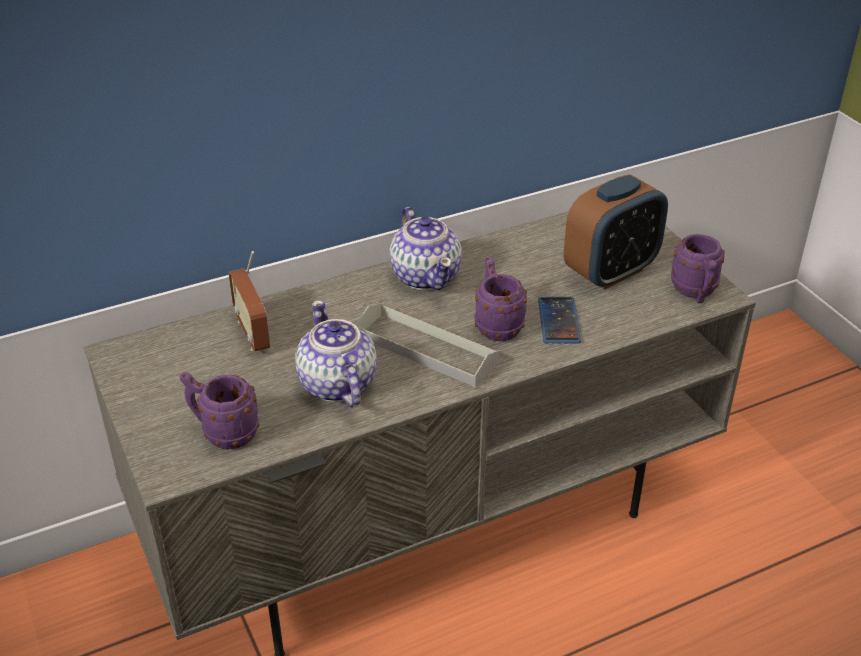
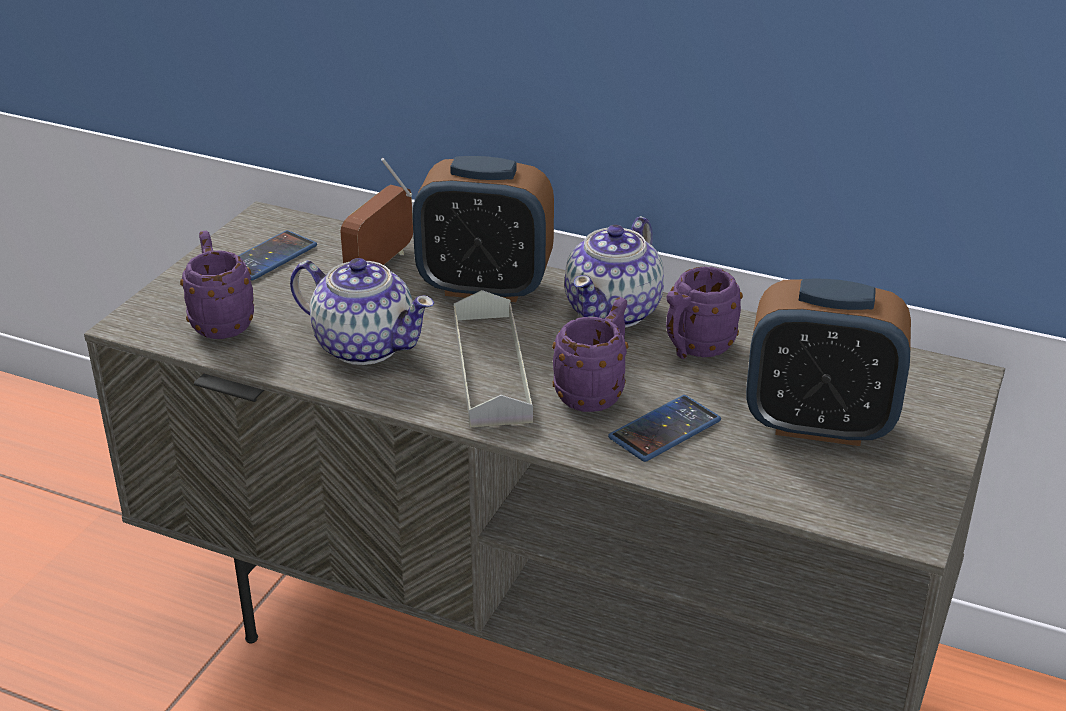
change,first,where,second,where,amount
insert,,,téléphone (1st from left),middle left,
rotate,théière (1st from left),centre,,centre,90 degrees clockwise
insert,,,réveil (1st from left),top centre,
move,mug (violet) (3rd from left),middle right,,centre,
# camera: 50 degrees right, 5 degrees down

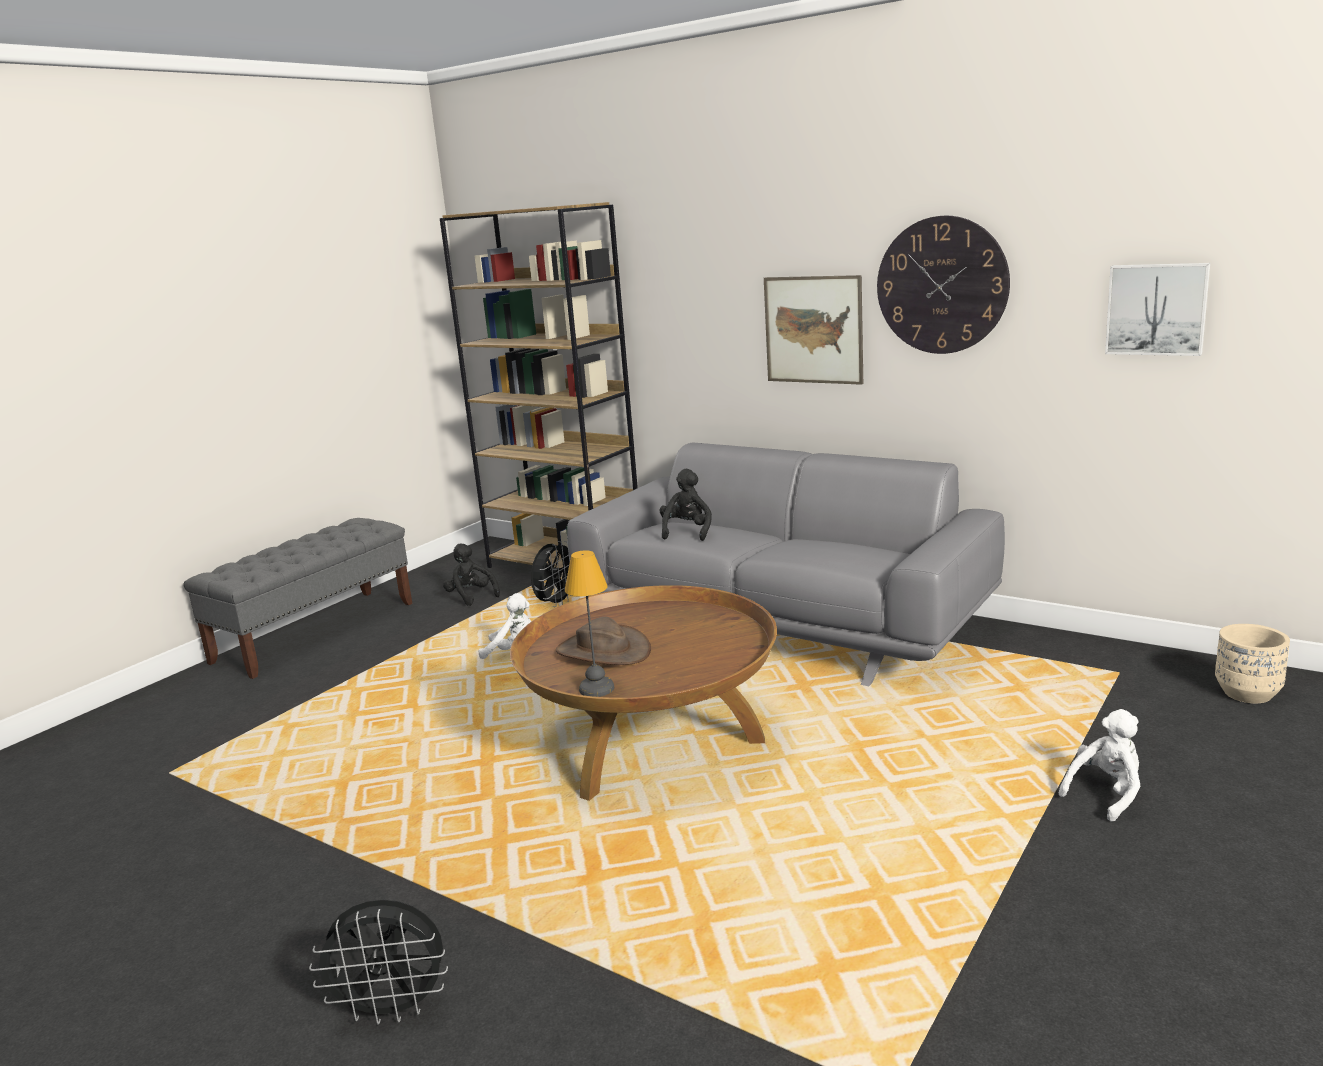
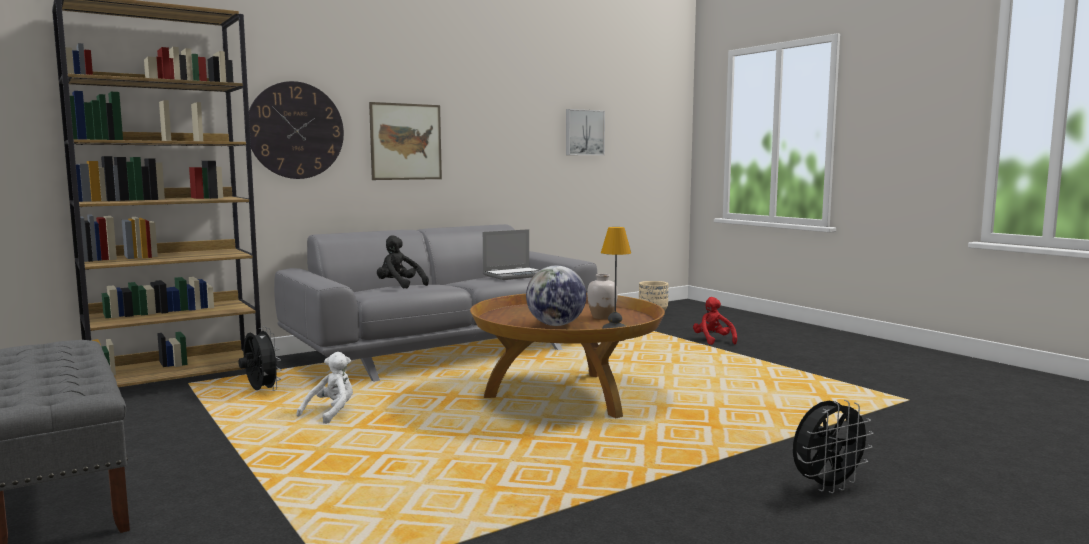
change,first,where,second,where,amount
move,horloge murale,top right,,top left,
insert,,,ordinateur portable,centre,
replace,chapeau (marron),centre,globe,centre,
insert,,,vase (blanc),centre,
recolor,peluche (blanc) (2nd from left),bottom right,peluche (rouge),centre,
rotate,ventilateur (noir) (1st from left in the first image),bottom left,ventilateur (noir) (2nd from left),bottom right,45 degrees clockwise
delete,peluche (noir) (1st from left),centre,,,
# camera: 70 degrees left, 10 degrees down

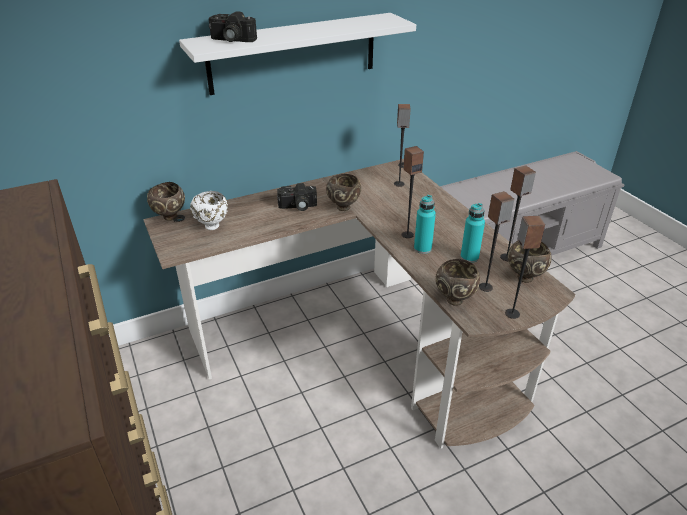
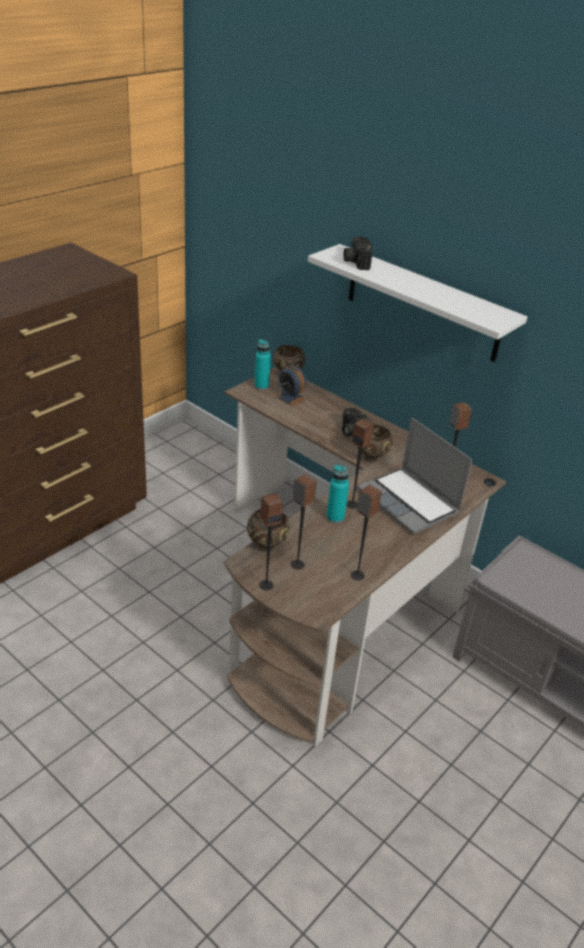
change,first,where,second,where,amount
move,bouteille (turquoise) (2nd from left in the first image),middle right,bouteille (turquoise) (1st from left),centre,
replace,bol (blanc),middle left,réveil,centre,
insert,,,ordinateur portable,middle right,
delete,bol (marron) (4th from left),middle right,,,
# camera: 65 degrees right, 0 degrees up

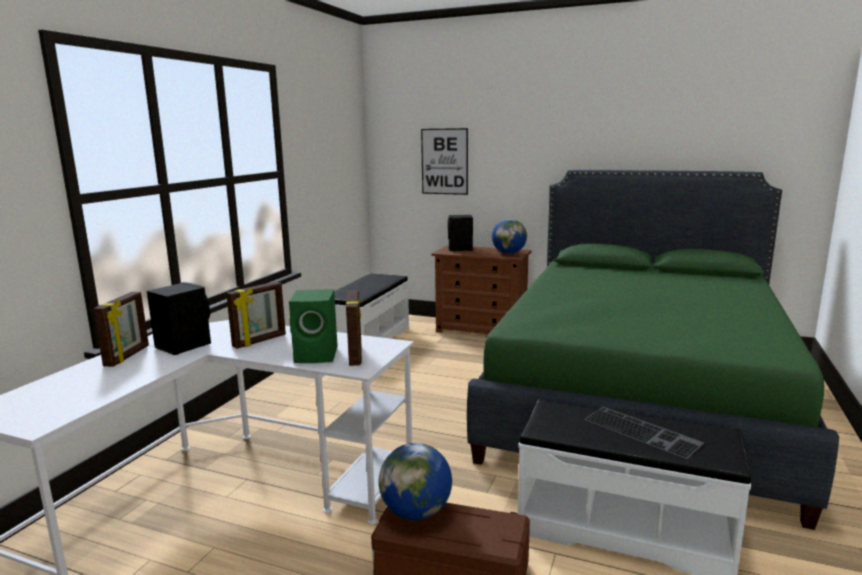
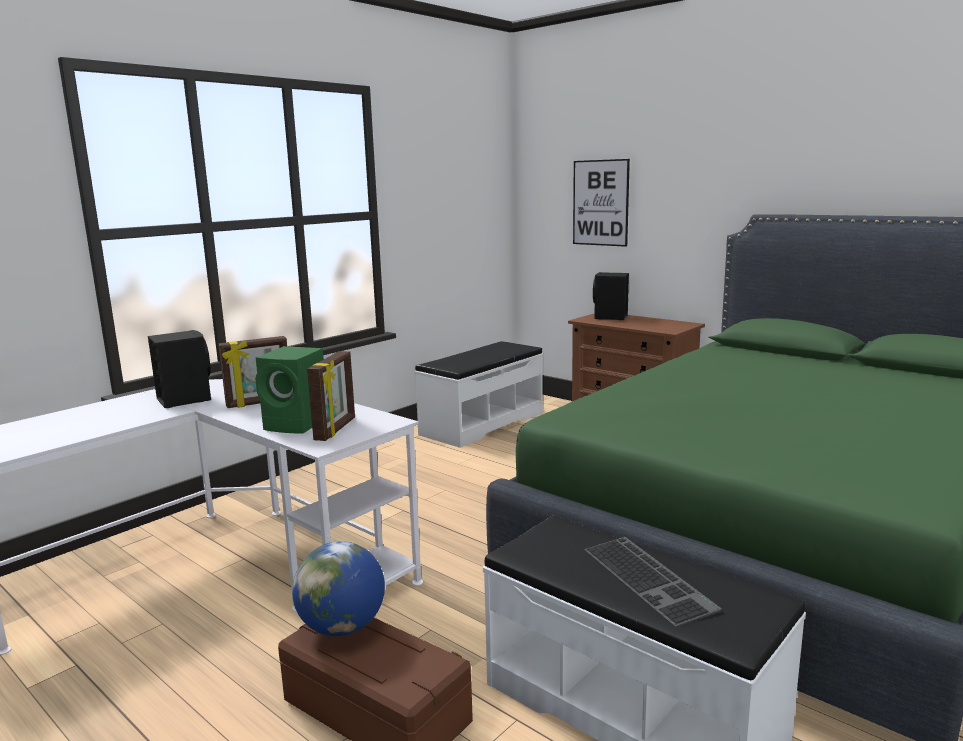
change,first,where,second,where,amount
delete,cadre photo (1st from left),middle left,,,
delete,globe (2nd from left),centre,,,
# camera: 20 degrees right, 0 degrees up

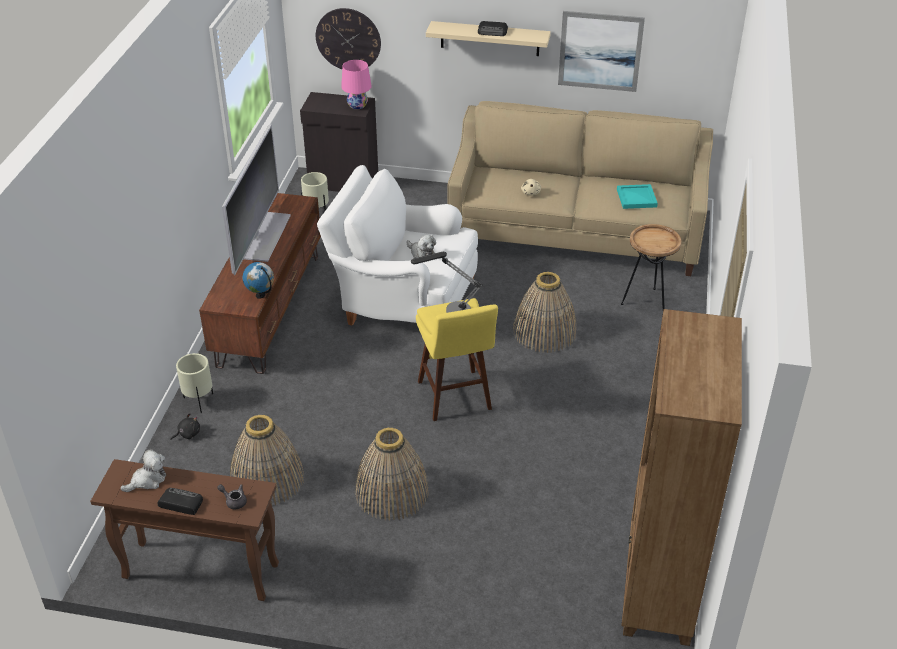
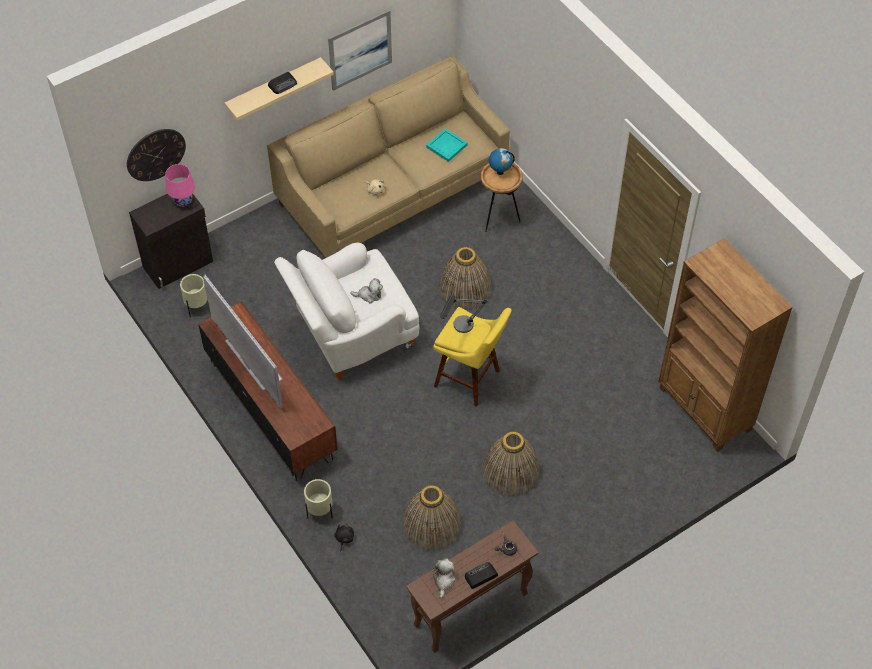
change,first,where,second,where,amount
move,globe,middle left,,top centre,
# camera: 45 degrees left, 15 degrees up

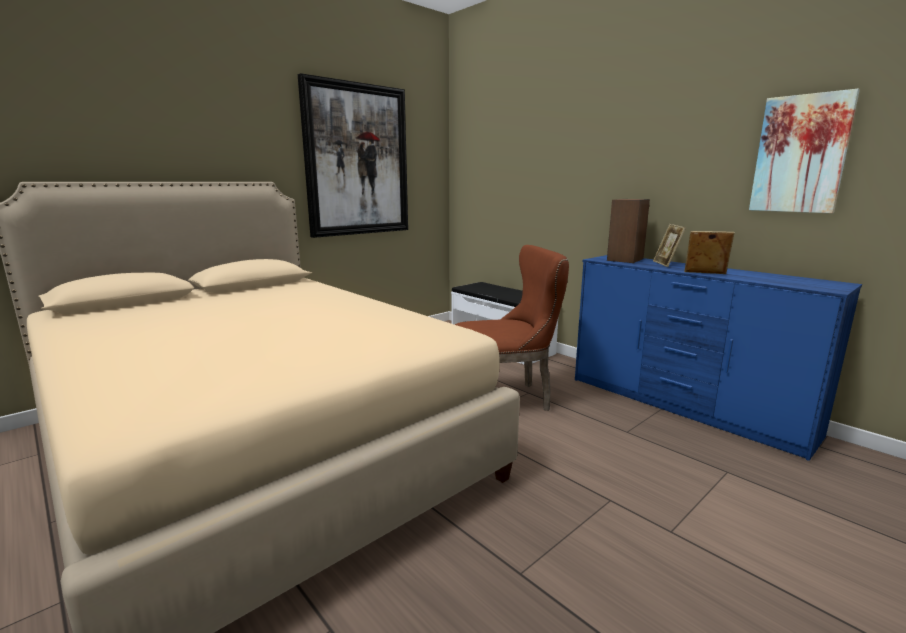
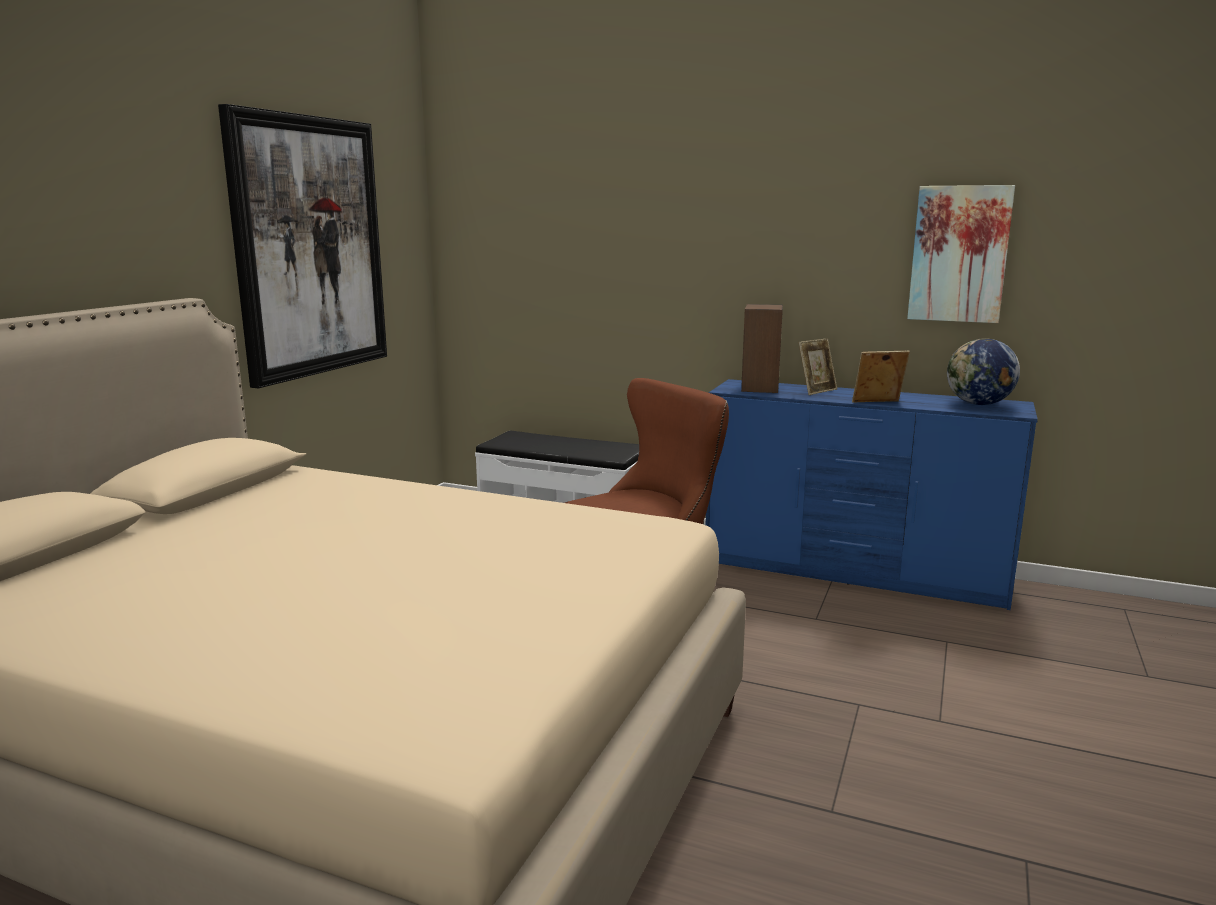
change,first,where,second,where,amount
rotate,cadre photo (1st from left),middle right,,middle right,105 degrees counterclockwise
insert,,,globe,middle right,
# camera: 25 degrees left, 0 degrees up

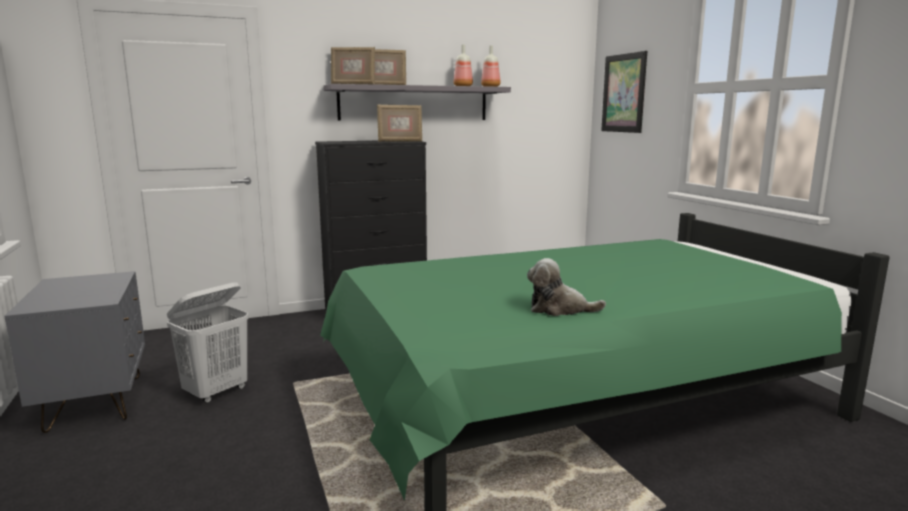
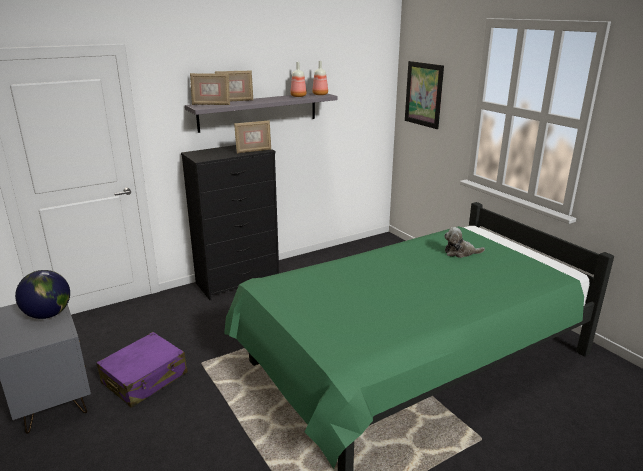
change,first,where,second,where,amount
insert,,,globe,middle left,
replace,panier à linge (blanc),bottom left,valise (violet),bottom left,
move,peluche,centre,,middle right,
# camera: 10 degrees left, 10 degrees up

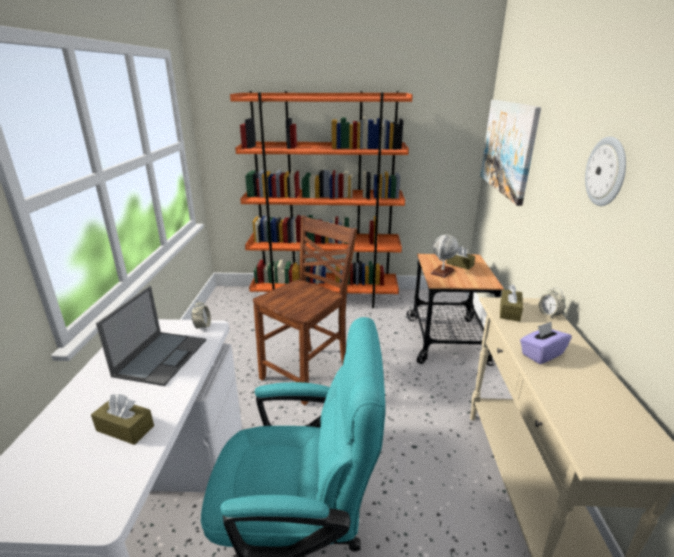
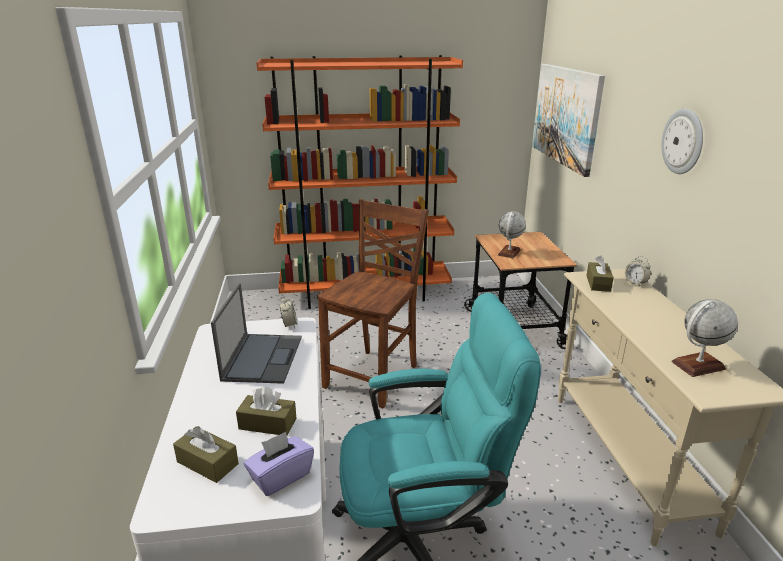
change,first,where,second,where,amount
move,boîte à mouchoirs (marron) (2nd from left in the first image),middle right,boîte à mouchoirs (marron) (1st from left),bottom left,
move,boîte à mouchoirs (violet),middle right,,bottom centre,
insert,,,globe (2nd from left),middle right,
# camera: 10 degrees left, 0 degrees up

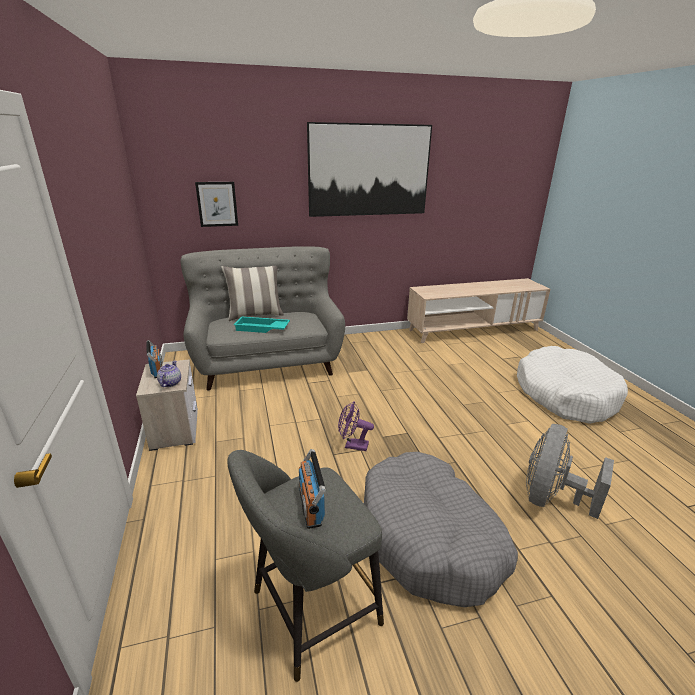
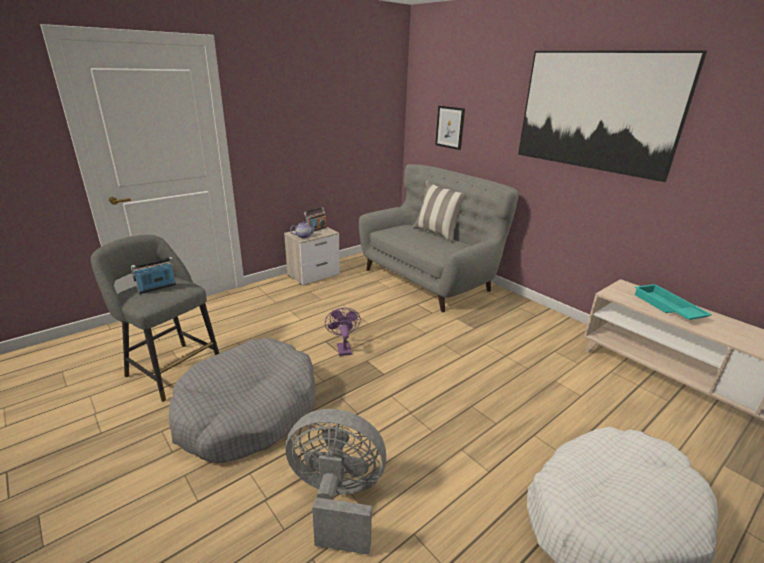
change,first,where,second,where,amount
move,plateau (turquoise),centre,,middle right,
# camera: 65 degrees right, 0 degrees up

